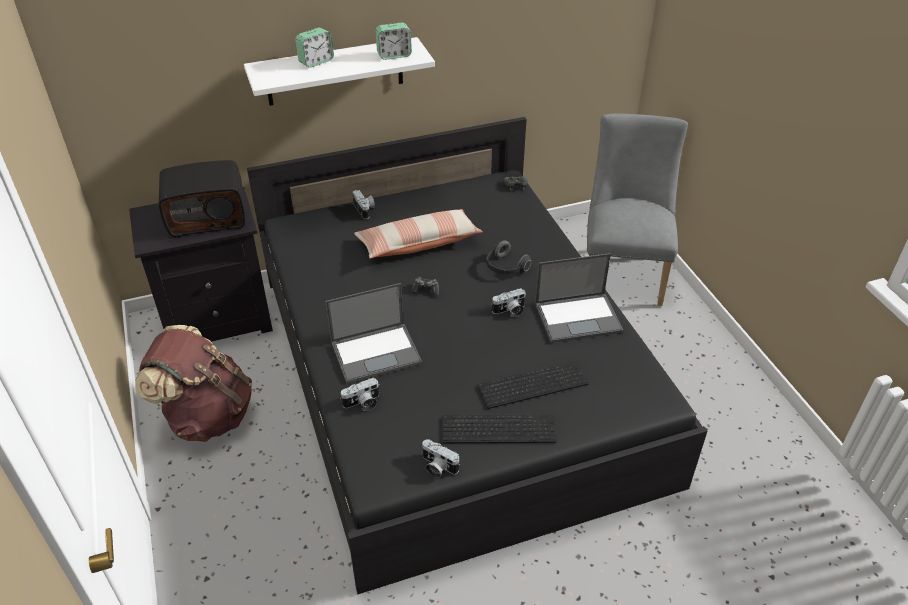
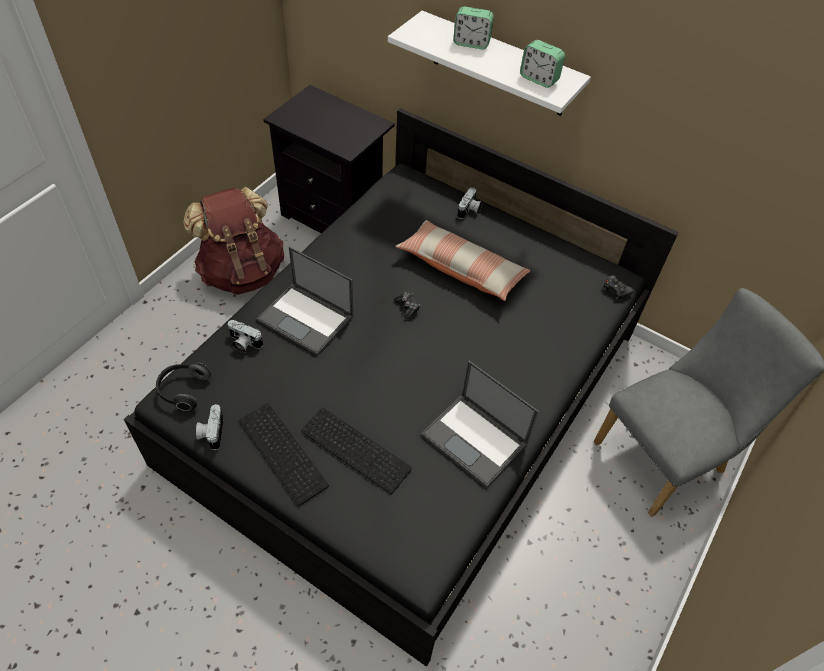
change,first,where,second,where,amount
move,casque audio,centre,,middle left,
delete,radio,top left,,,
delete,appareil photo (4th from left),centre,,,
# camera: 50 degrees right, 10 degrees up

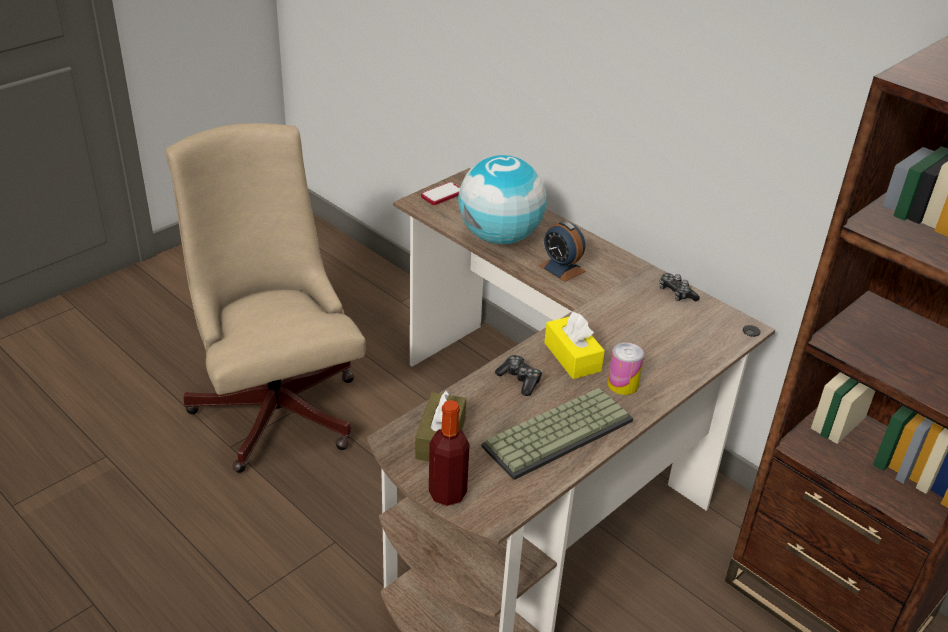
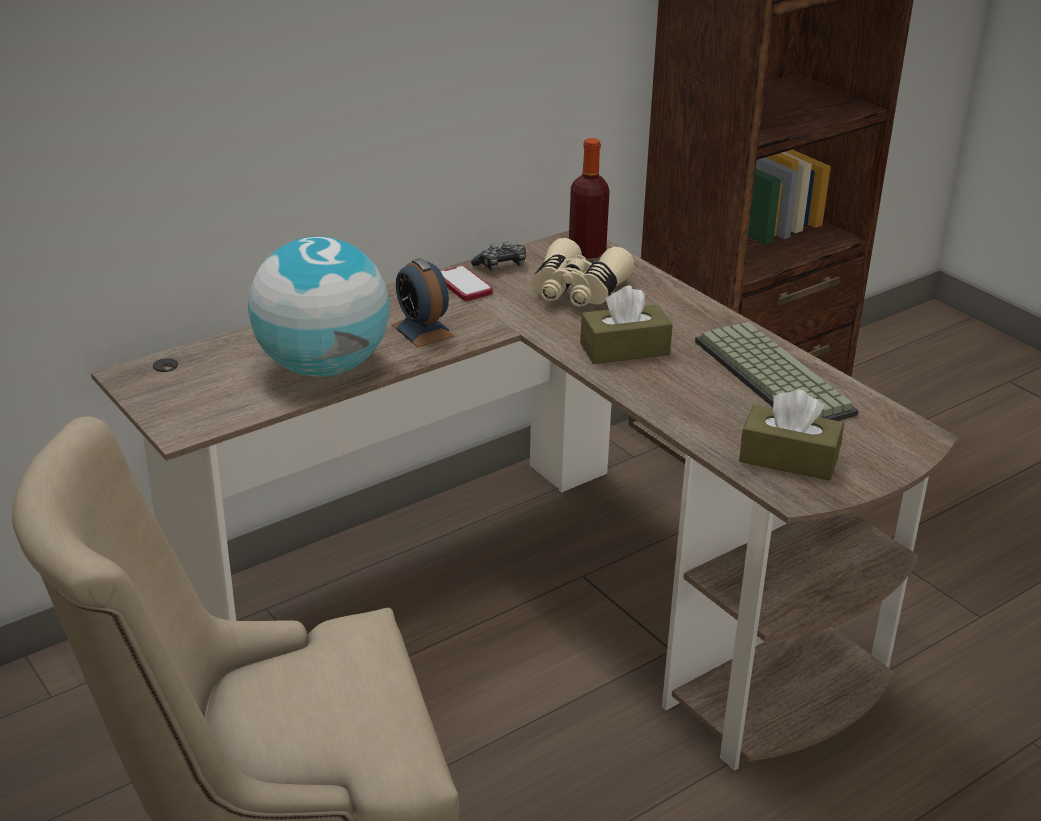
change,first,where,second,where,amount
rotate,réveil,centre,,centre,90 degrees clockwise
move,téléphone,top centre,,centre,
insert,,,jumelles (beige),top centre,
move,bouteille,bottom centre,,top centre,
recolor,boîte à mouchoirs (jaune),centre,boîte à mouchoirs (marron) (1st from left),centre,
delete,manette (1st from left),centre,,,
delete,boîte métallique,centre,,,
# camera: 80 degrees left, 5 degrees down

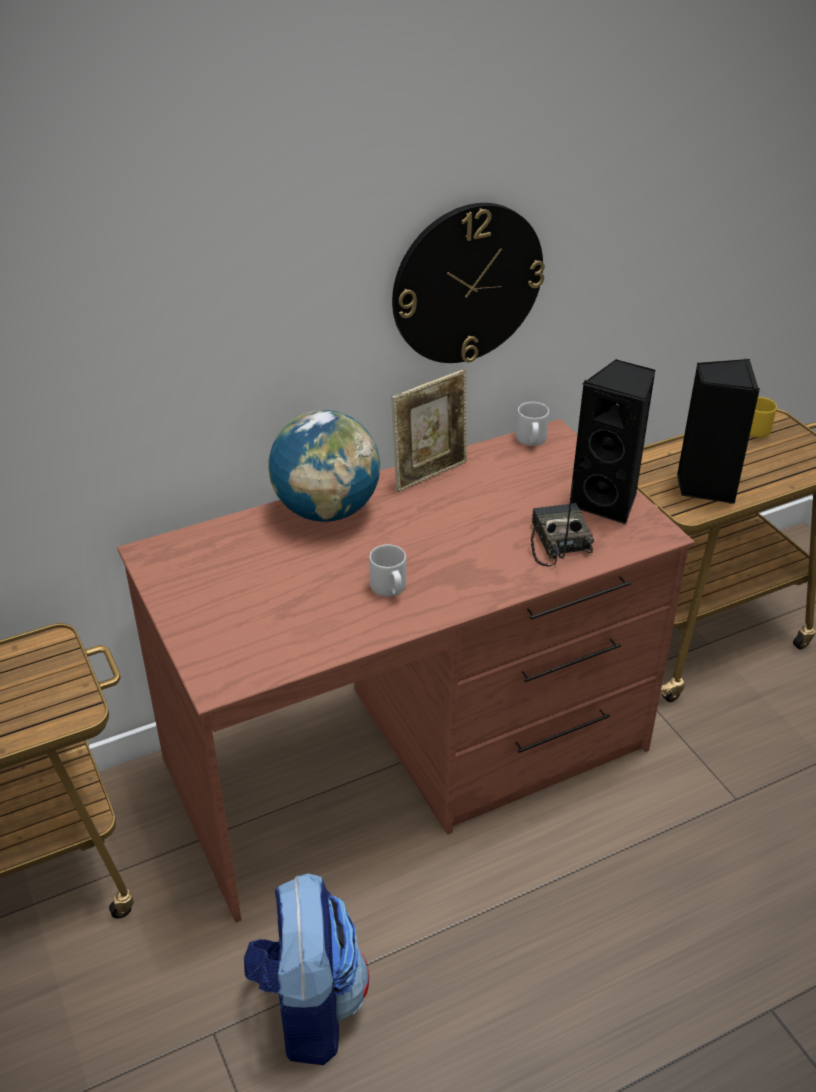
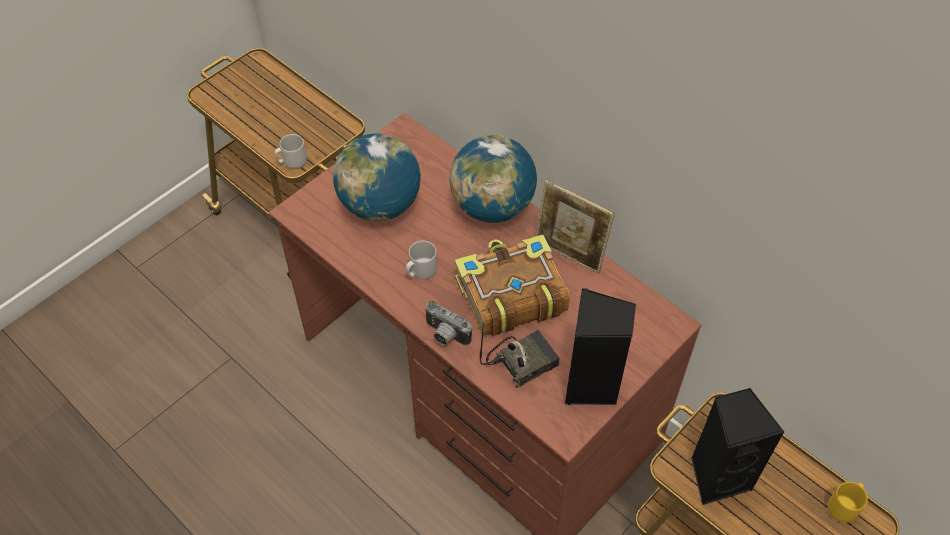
change,first,where,second,where,amount
move,mug (gris) (2nd from left in the first image),centre,mug (gris) (1st from left),top left,
insert,,,globe (1st from left),top centre,
insert,,,appareil photo,centre,
insert,,,livre,centre,
delete,sac à dos,bottom centre,,,
delete,horloge murale,top centre,,,
# camera: 70 degrees right, 15 degrees up

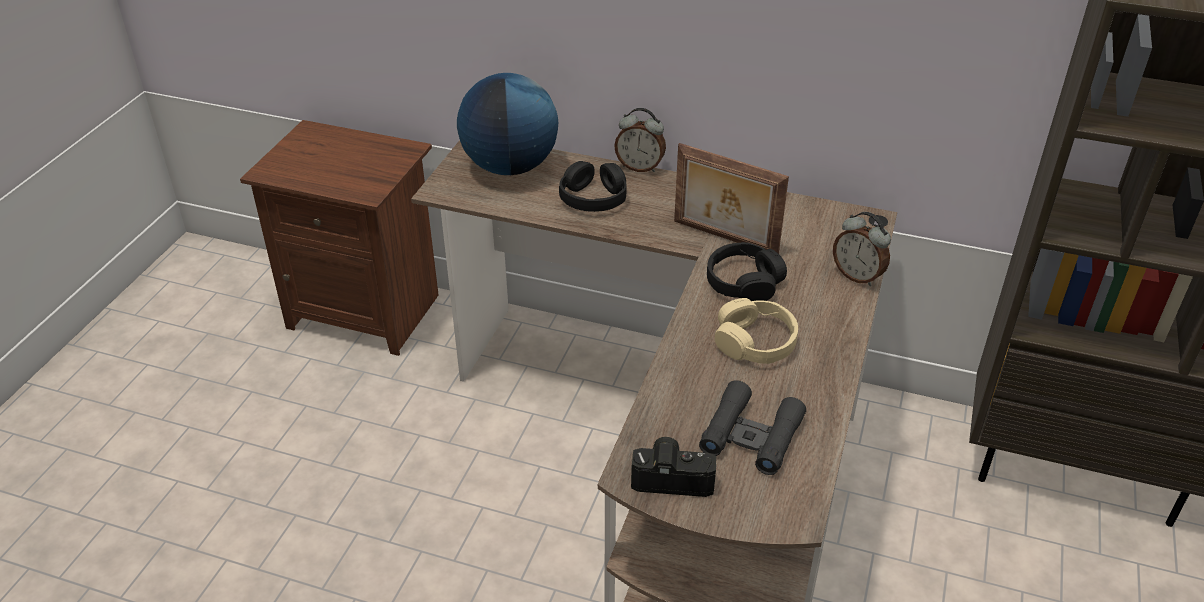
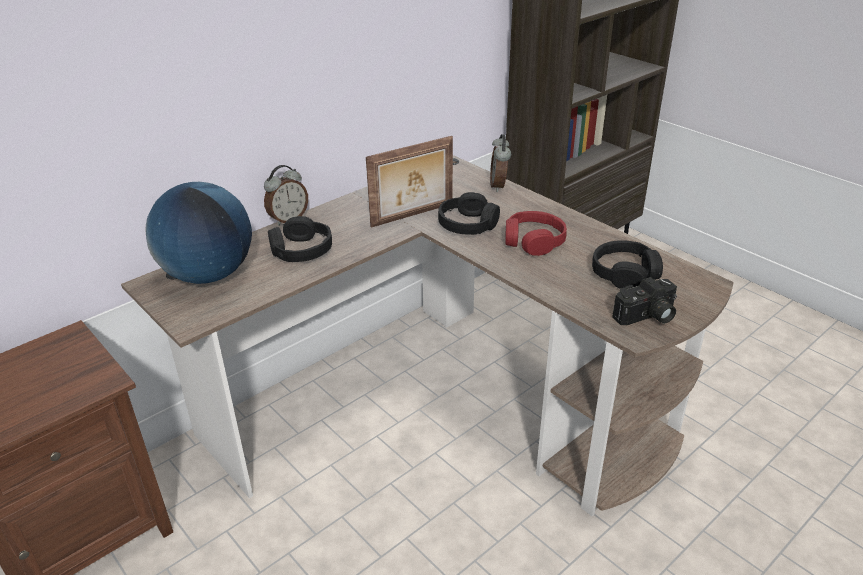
change,first,where,second,where,amount
rotate,réveil (2nd from left),middle right,,top centre,105 degrees clockwise
recolor,casque audio (beige),centre,casque audio (rouge),centre,
replace,jumelles (noir),bottom centre,casque audio (noir) (3rd from left),middle right,
rotate,appareil photo,bottom centre,,middle right,150 degrees counterclockwise
# camera: 60 degrees left, 5 degrees down

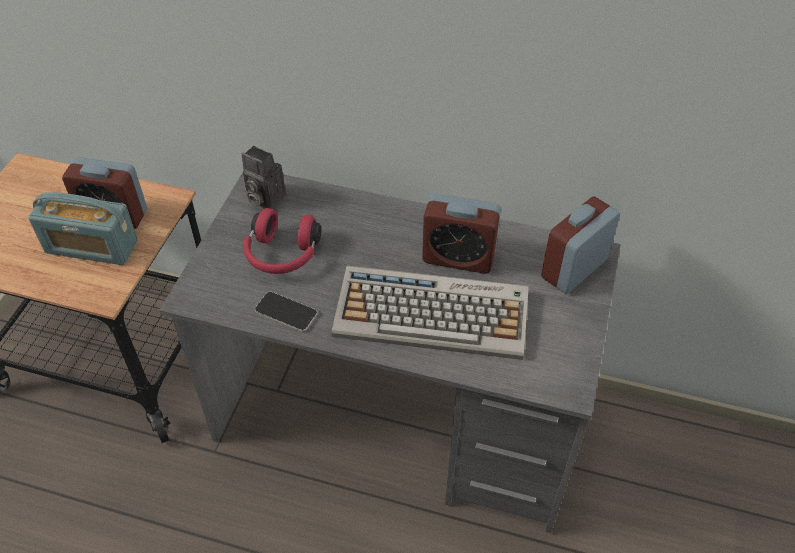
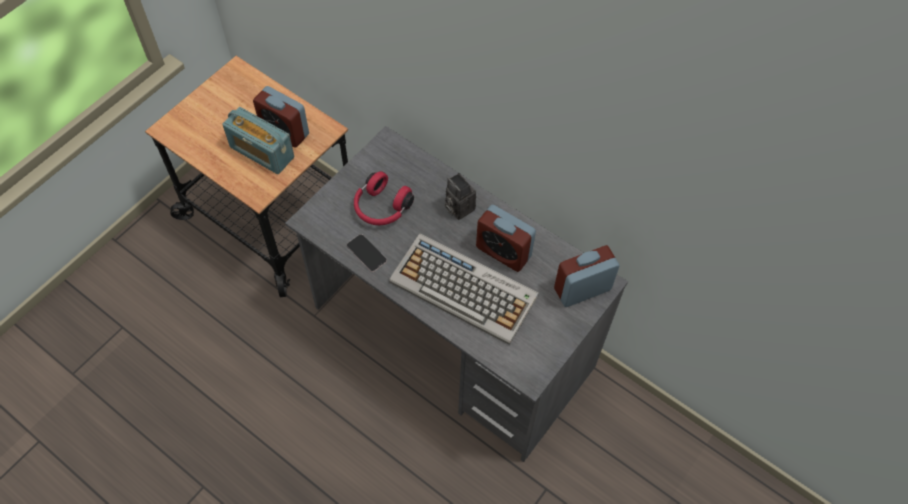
change,first,where,second,where,amount
move,appareil photo,top left,,centre,
# camera: 20 degrees right, 10 degrees up

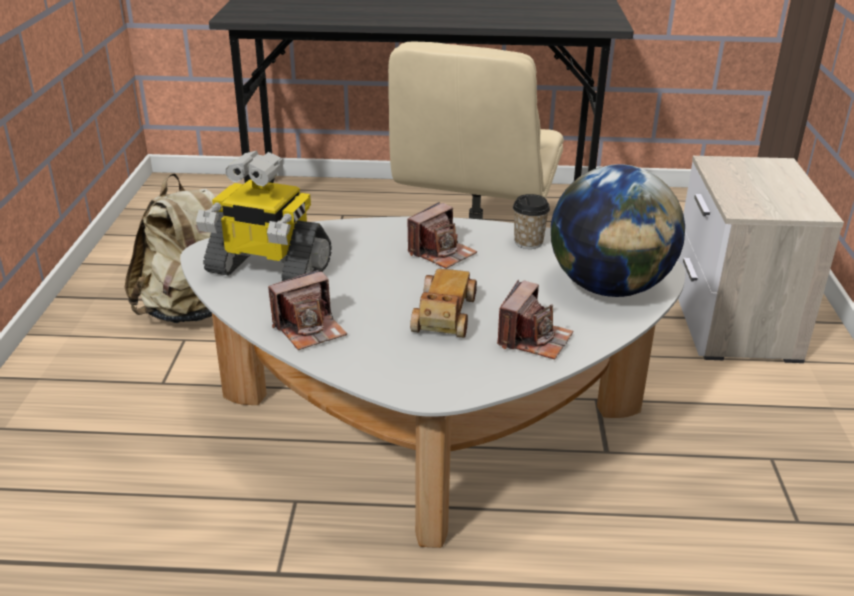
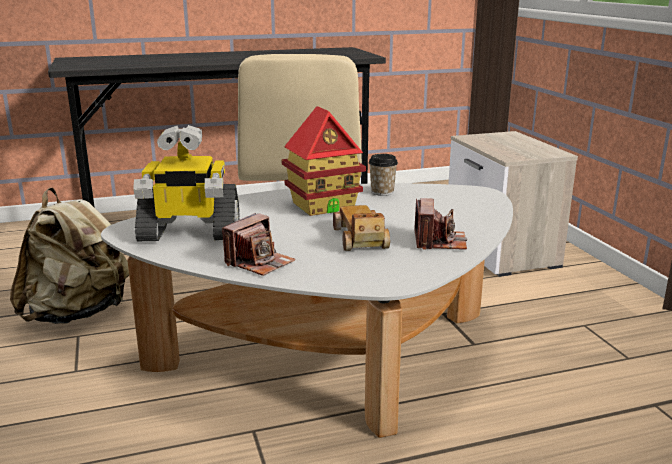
change,first,where,second,where,amount
replace,appareil photo (2nd from left),centre,maison miniature,centre,
delete,globe,middle right,,,
# camera: 20 degrees left, 10 degrees down

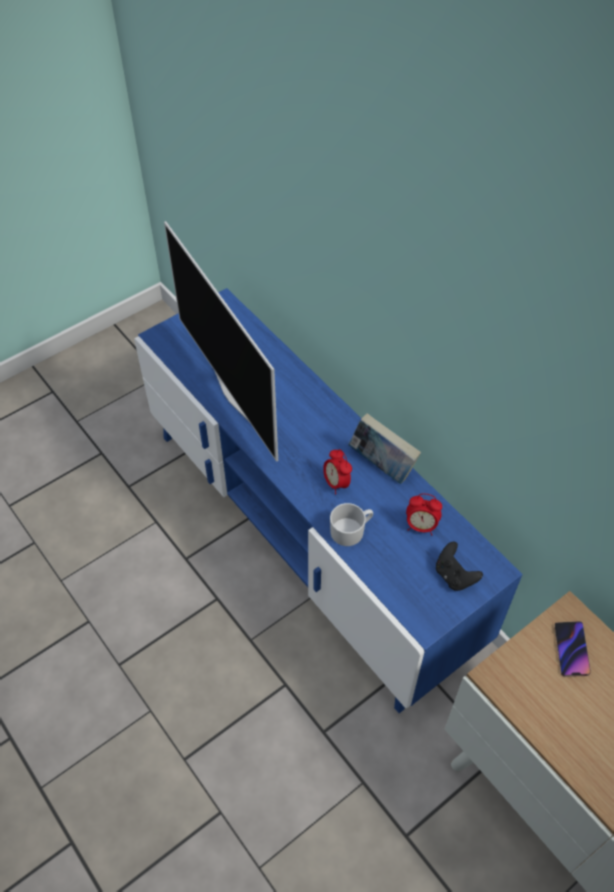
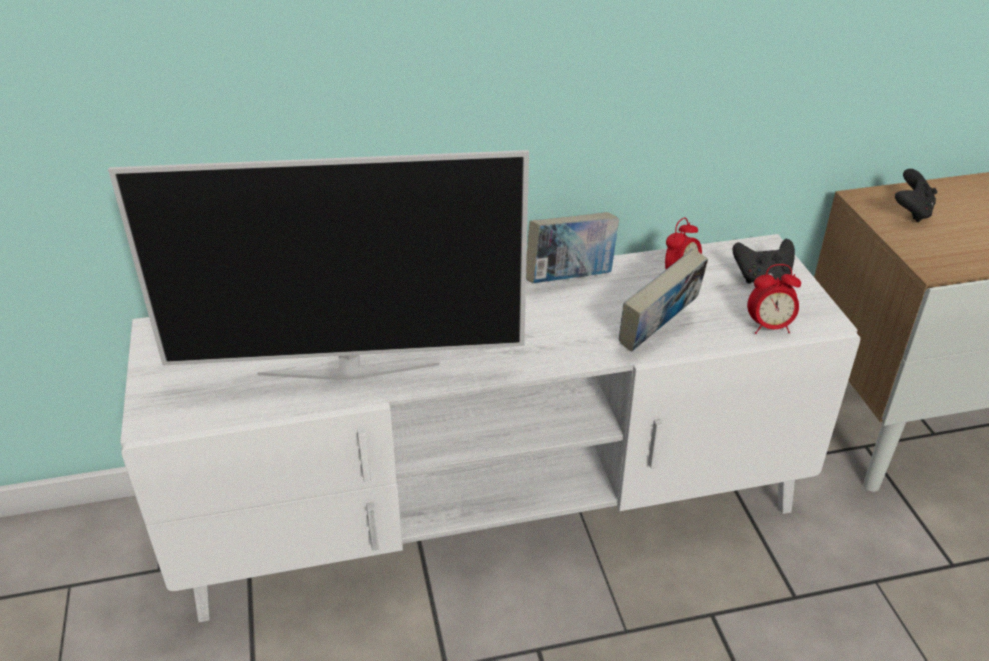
change,first,where,second,where,amount
recolor,meuble télé (bleu),centre,meuble télé (blanc),centre,
replace,mug (blanc),centre,livre (2nd from left),middle right,
move,réveil (1st from left in the first image),centre,réveil (2nd from left),middle right,
replace,téléphone,bottom right,manette (noir) (2nd from left),top right,
# camera: 65 degrees left, 15 degrees down

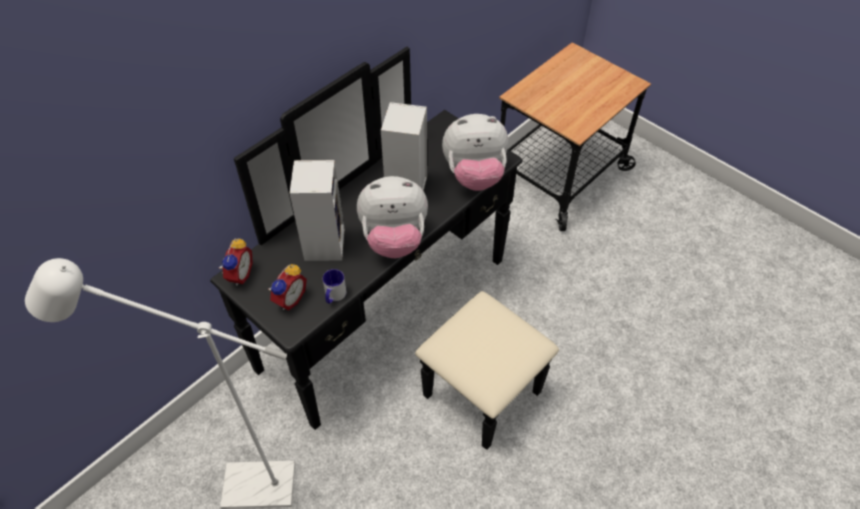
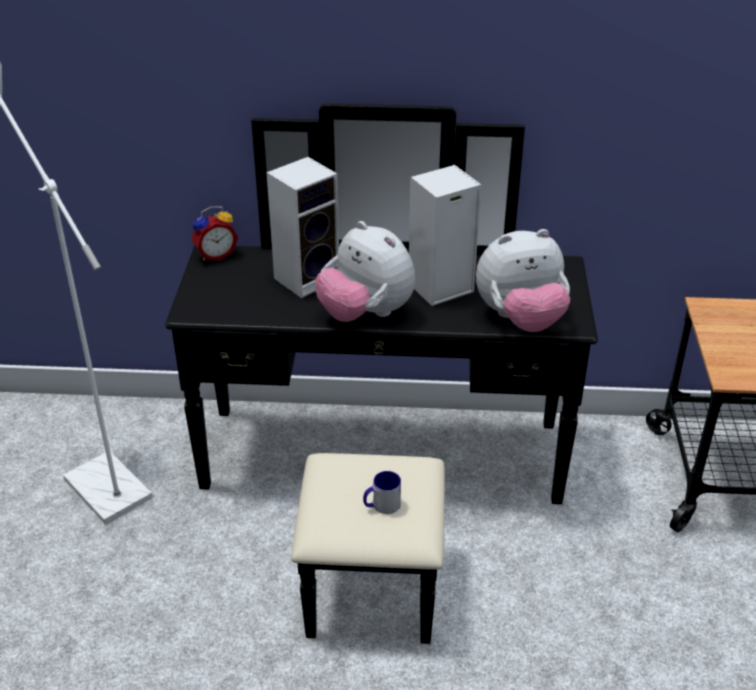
change,first,where,second,where,amount
move,mug,centre,,bottom centre,
rotate,peluche (2nd from left),top centre,,middle right,60 degrees counterclockwise
delete,réveil (2nd from left),centre,,,
# camera: 50 degrees right, 15 degrees down

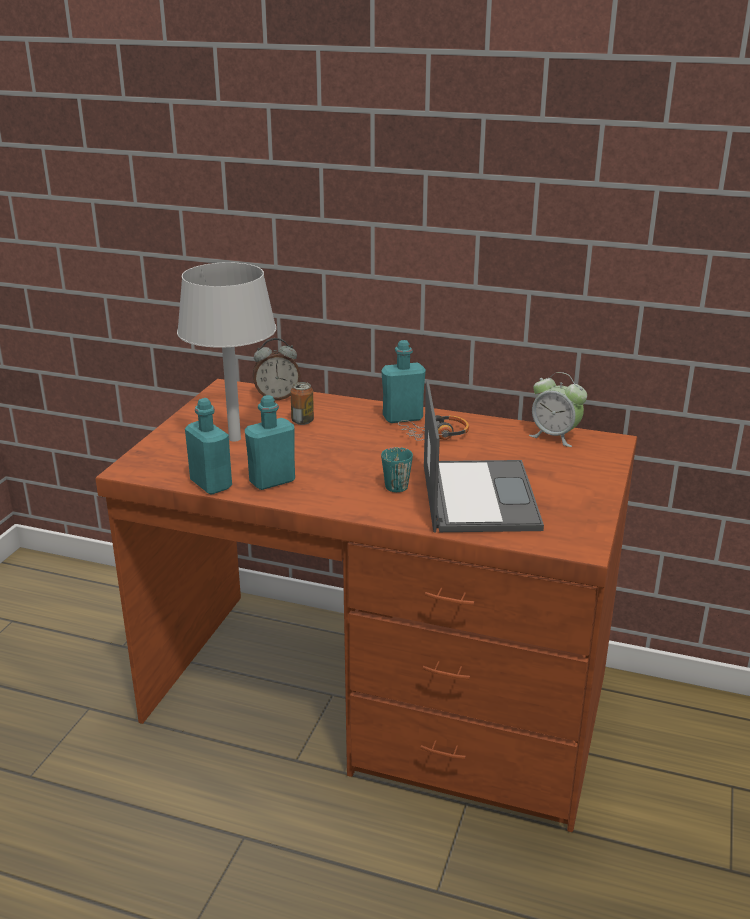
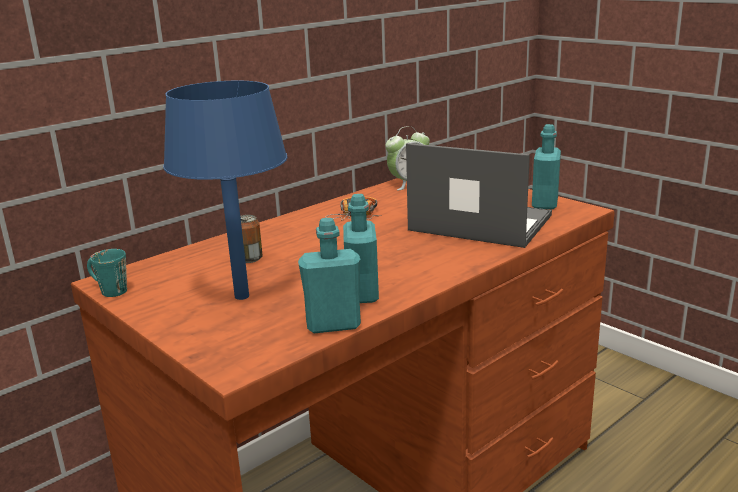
change,first,where,second,where,amount
move,mug (turquoise),centre,,middle left,
recolor,lampe de table (gris),middle left,lampe de table (bleu),middle left,
move,bouteille (turquoise) (3rd from left),centre,,middle right,
delete,réveil (1st from left),centre,,,
# camera: 60 degrees left, 5 degrees down

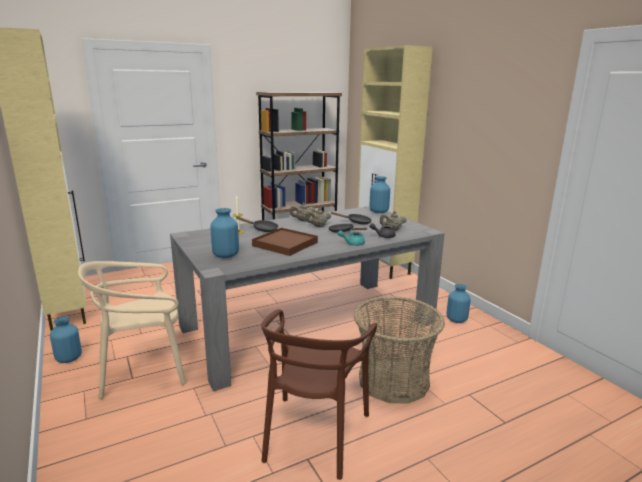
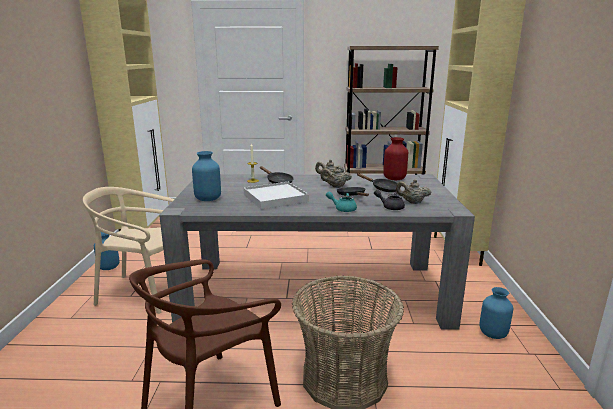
change,first,where,second,where,amount
recolor,plateau (marron),centre,plateau (blanc),centre,
insert,,,vase (rouge),centre,
delete,vase (bleu) (3rd from left),centre,,,
# camera: 30 degrees right, 0 degrees up

